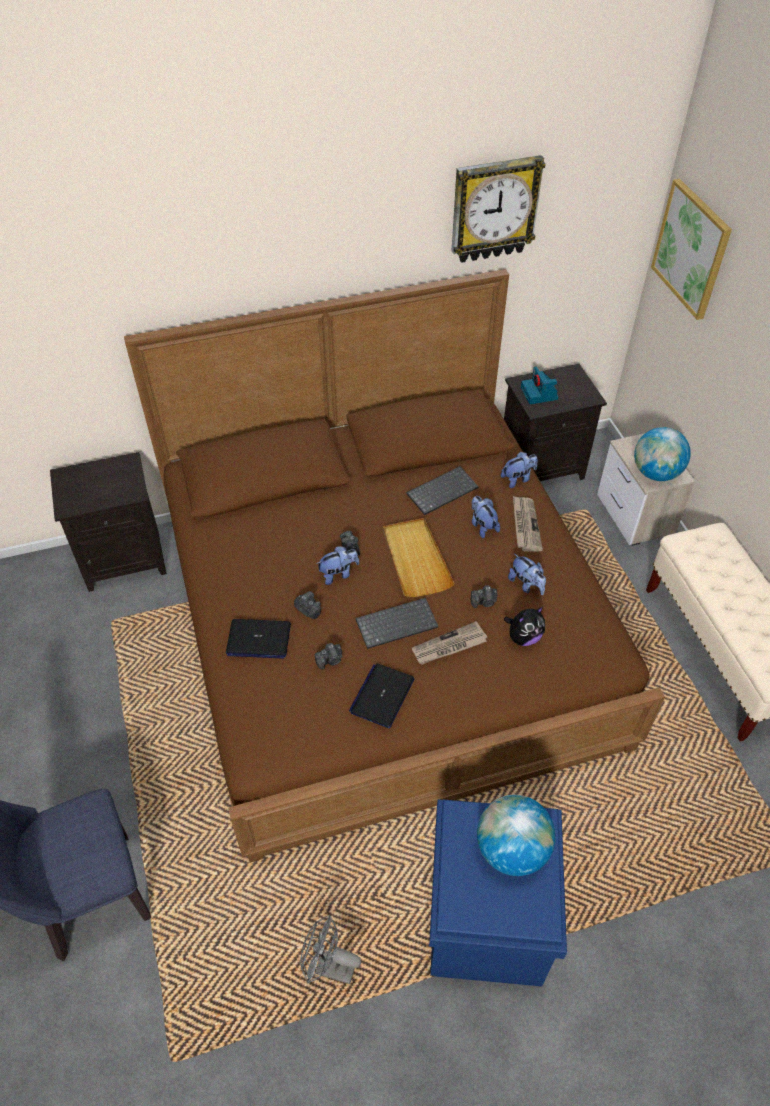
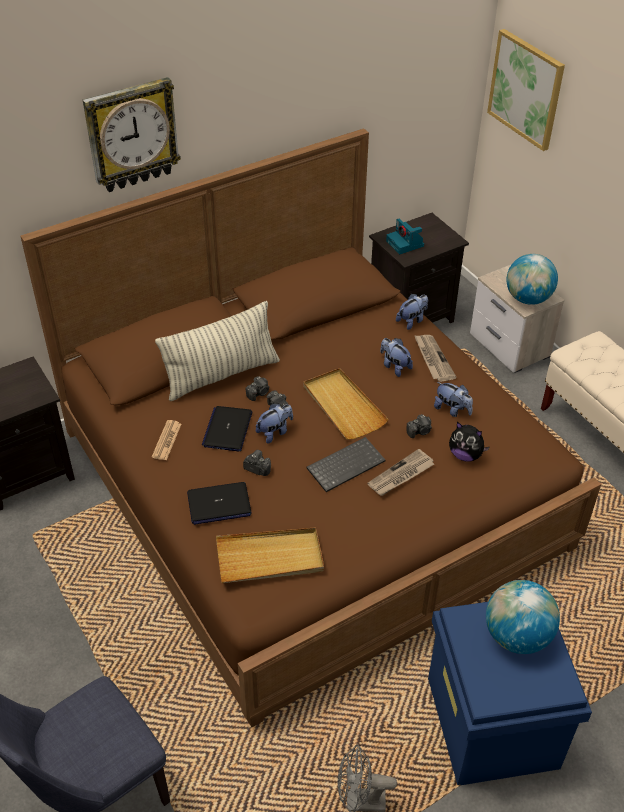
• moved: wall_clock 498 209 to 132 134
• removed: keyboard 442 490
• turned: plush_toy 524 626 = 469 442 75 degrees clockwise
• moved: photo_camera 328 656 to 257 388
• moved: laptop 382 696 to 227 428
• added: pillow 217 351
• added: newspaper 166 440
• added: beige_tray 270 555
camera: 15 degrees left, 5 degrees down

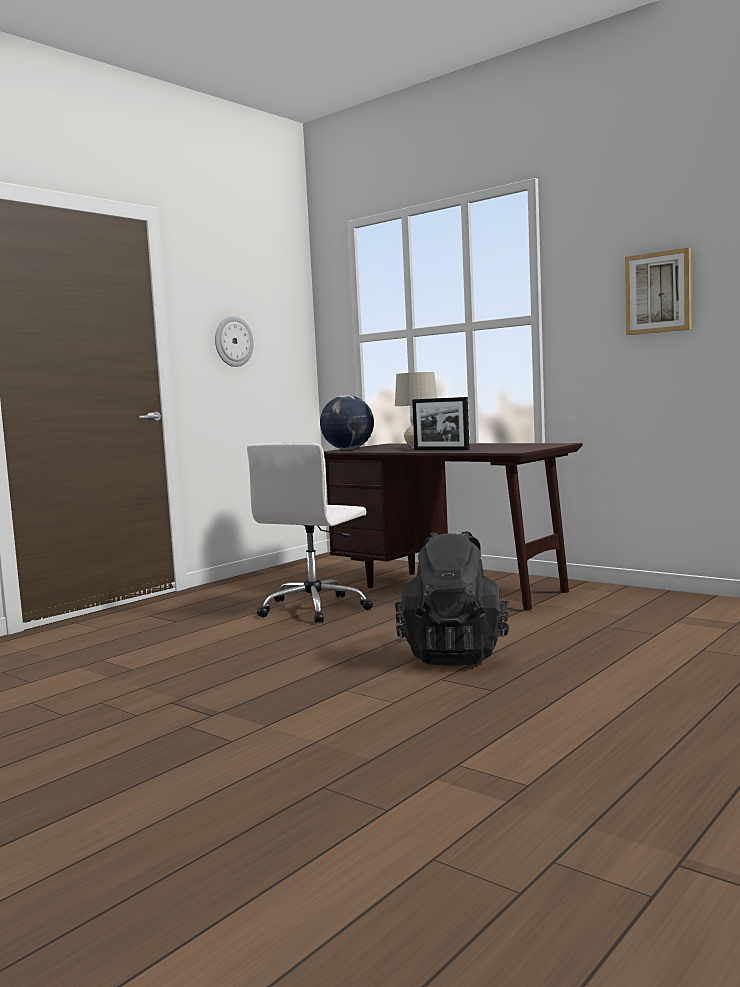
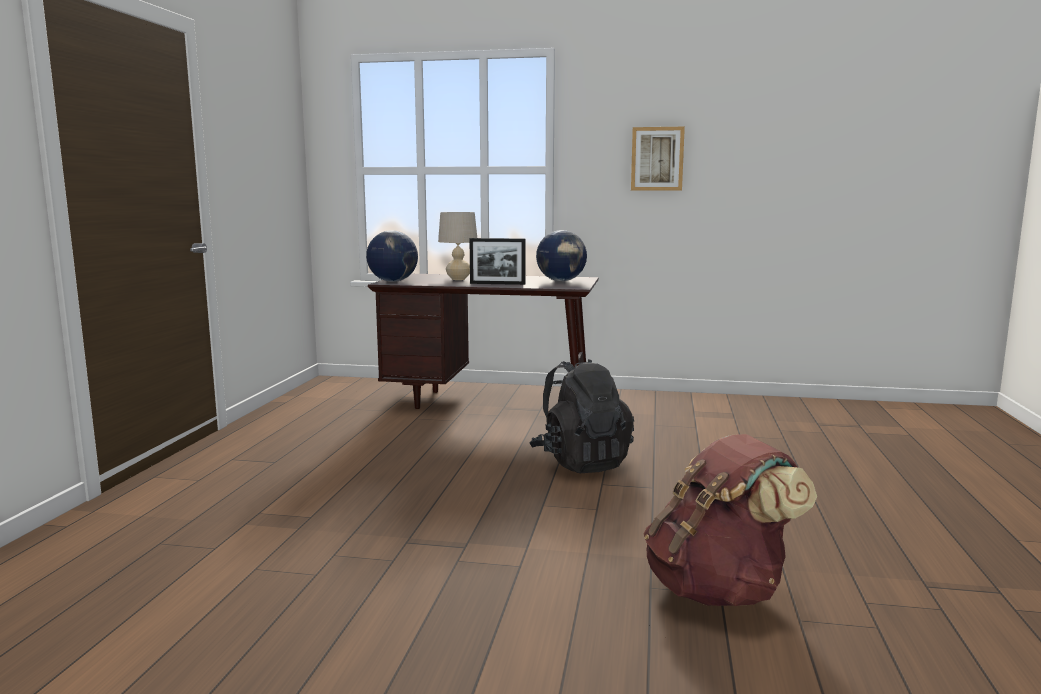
• removed: wall_clock 234 341
• removed: white_office_chair 310 533
• added: globe 561 255
• added: brown_backpack 730 520
camera: 30 degrees left, 5 degrees up

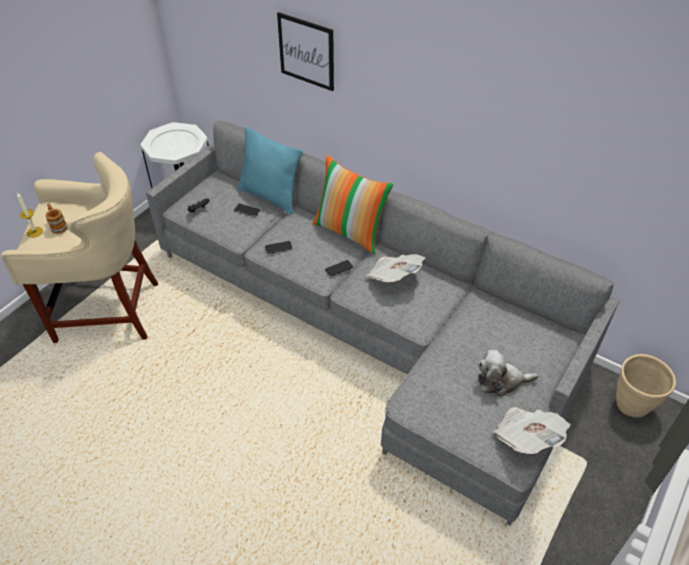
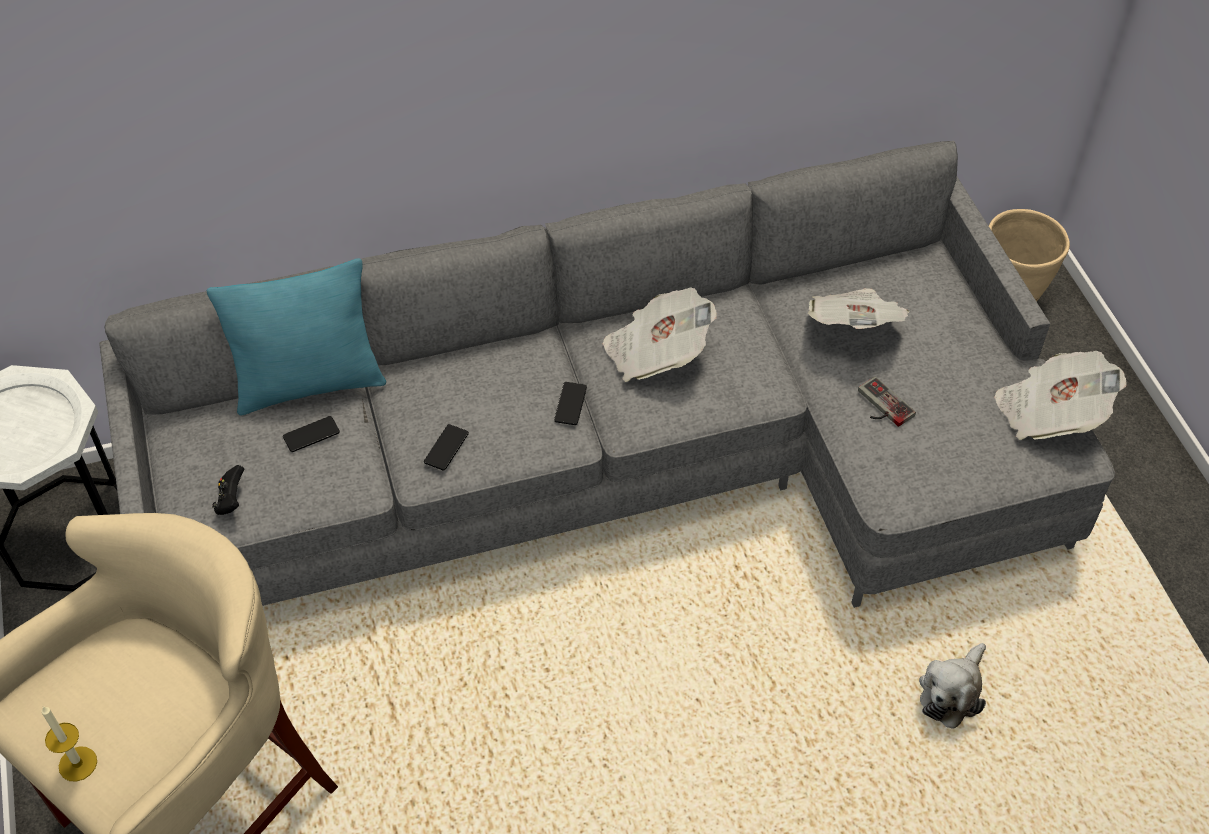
• removed: picture 305 51
• removed: pillow 353 204
• removed: mug 56 219
• moved: plush_toy 508 373 to 952 686
• added: newspaper 859 308
• added: game_controller 887 401
camera: 50 degrees left, 5 degrees up

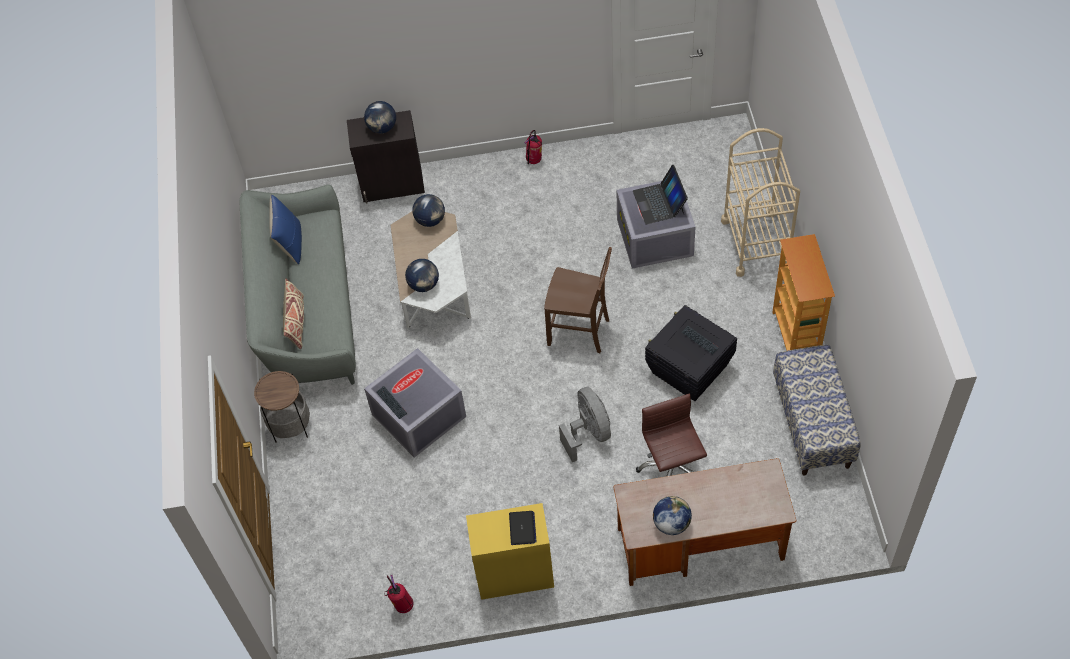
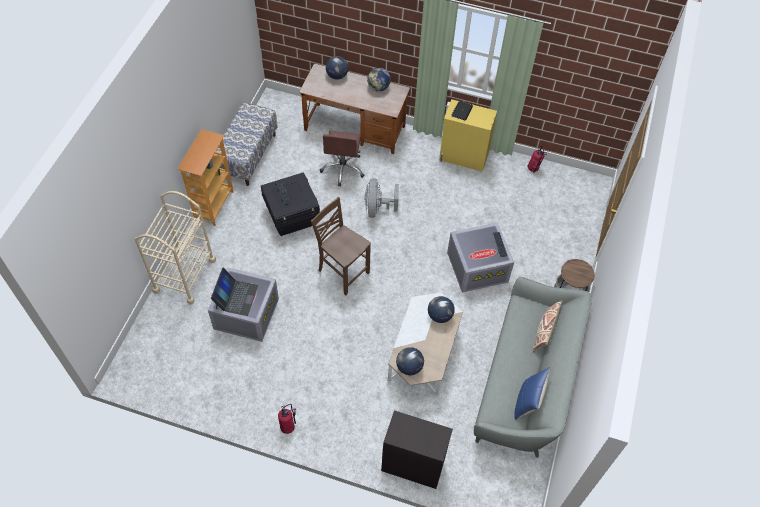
• moved: globe 380 117 to 337 68
camera: 160 degrees left, 0 degrees up

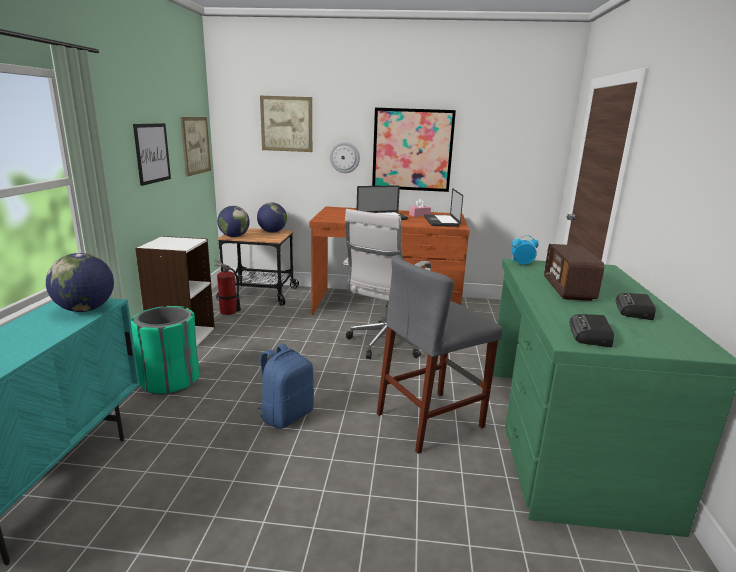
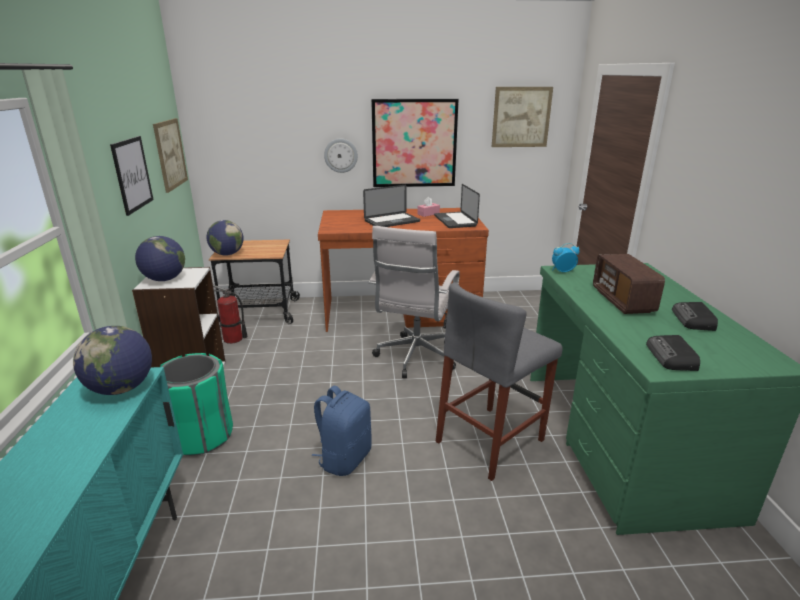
• moved: picture 286 124 to 522 117
• moved: globe 272 218 to 160 258
camera: 10 degrees left, 5 degrees up

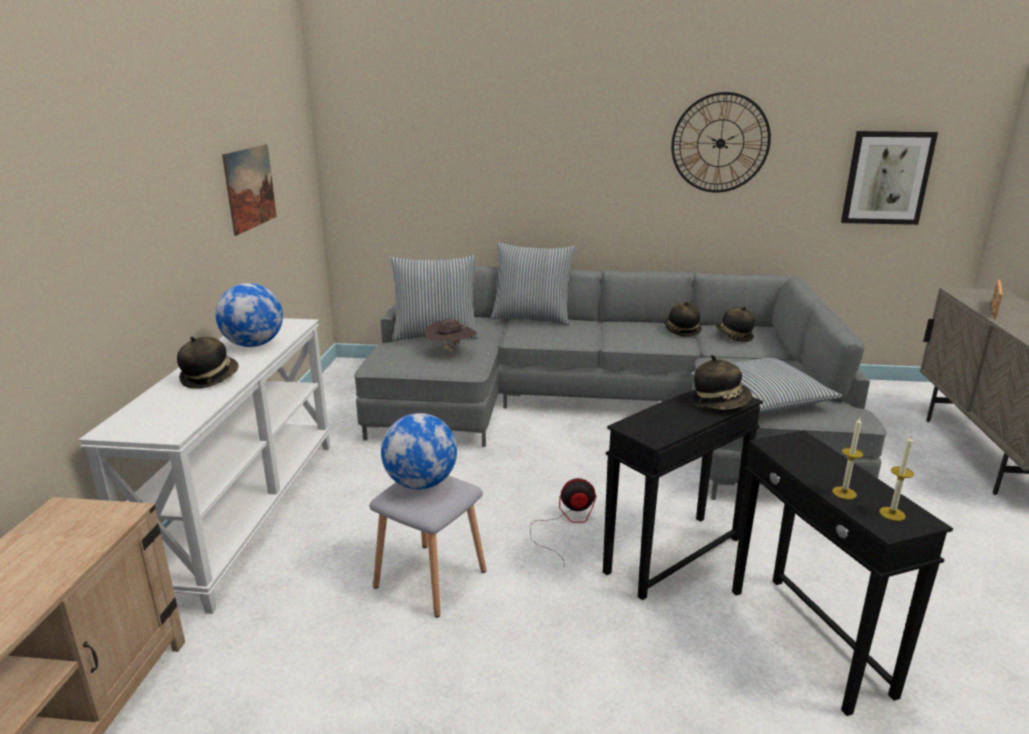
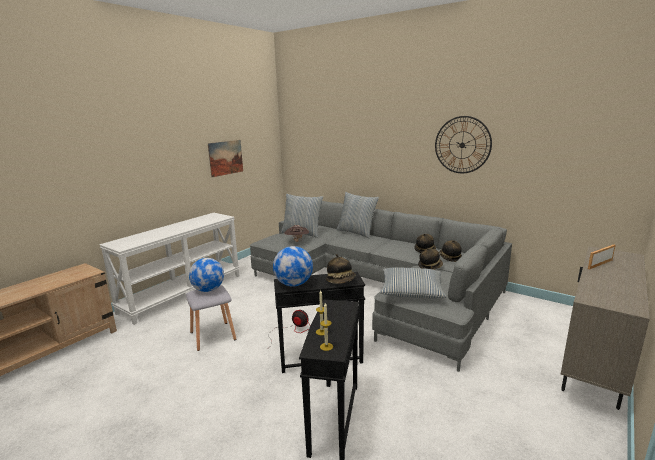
• removed: picture 889 178
• moved: globe 249 315 to 293 266
• moved: hat 207 362 to 430 259
camera: 30 degrees right, 5 degrees down

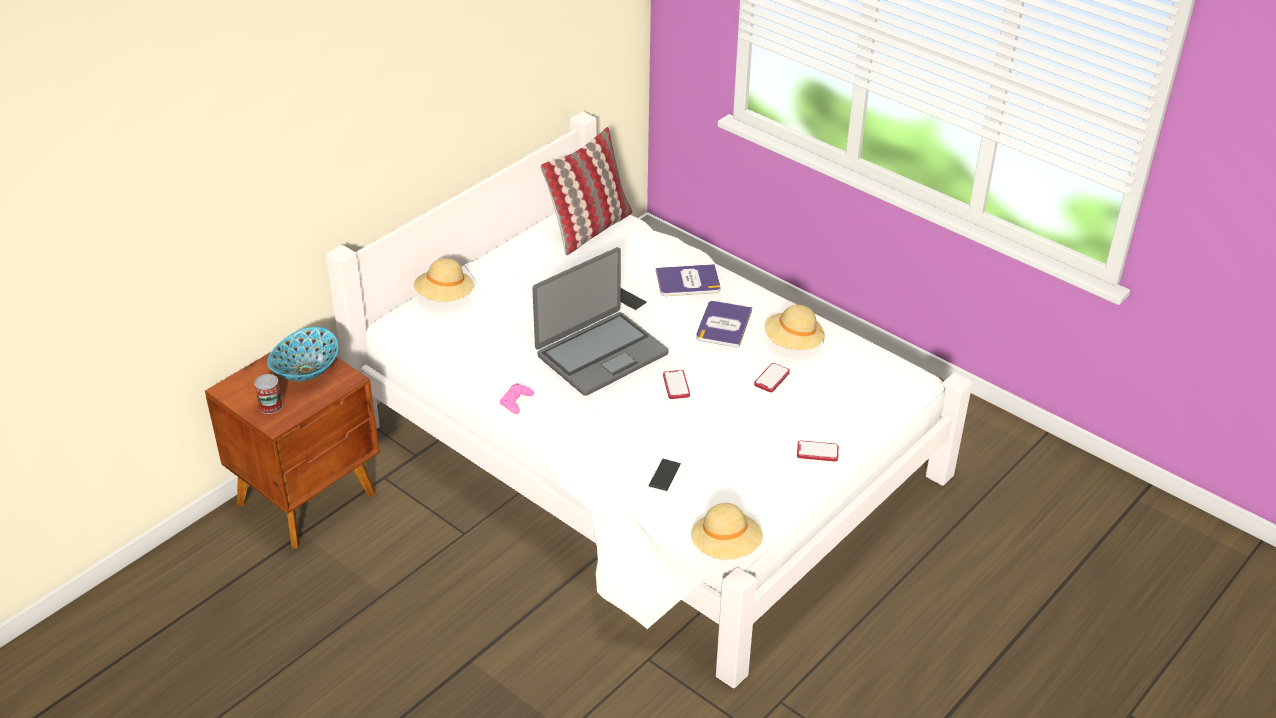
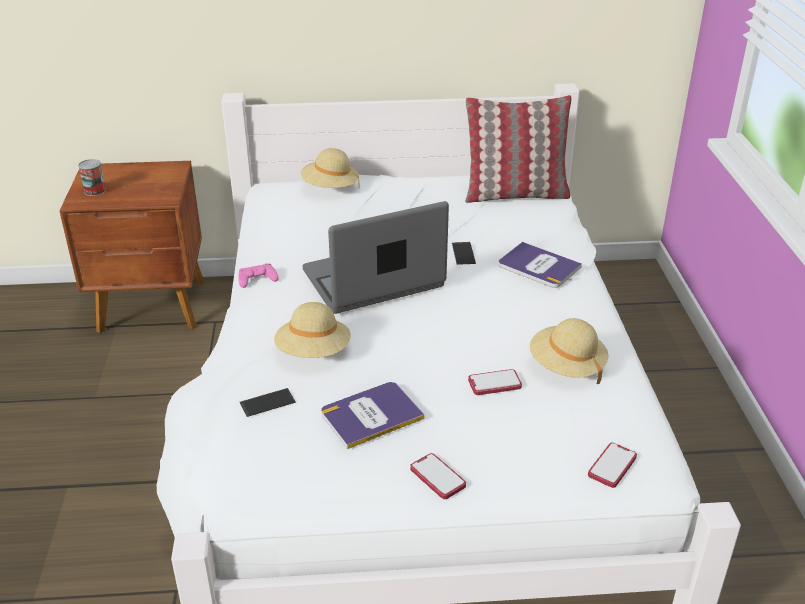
• turned: laptop 600 321 = 376 257 150 degrees clockwise
• moved: book 724 324 to 373 415
• removed: bowl 302 354
• moved: phone 676 384 to 612 465
• moved: beige_hat 727 531 to 312 330
camera: 45 degrees right, 5 degrees down

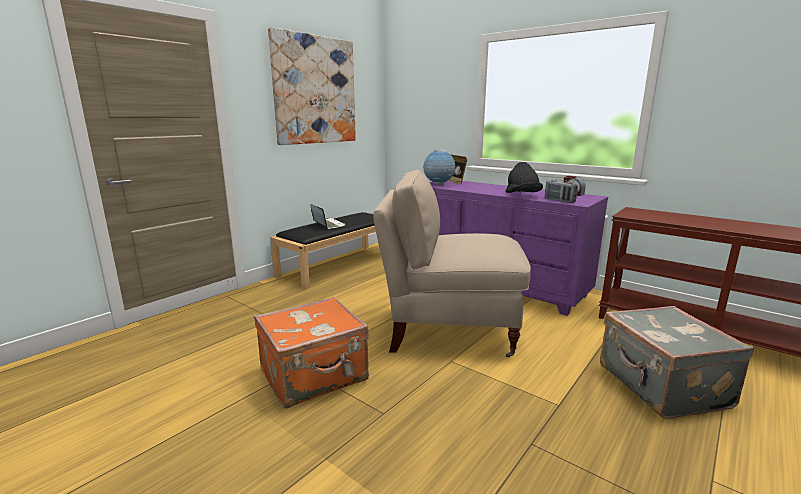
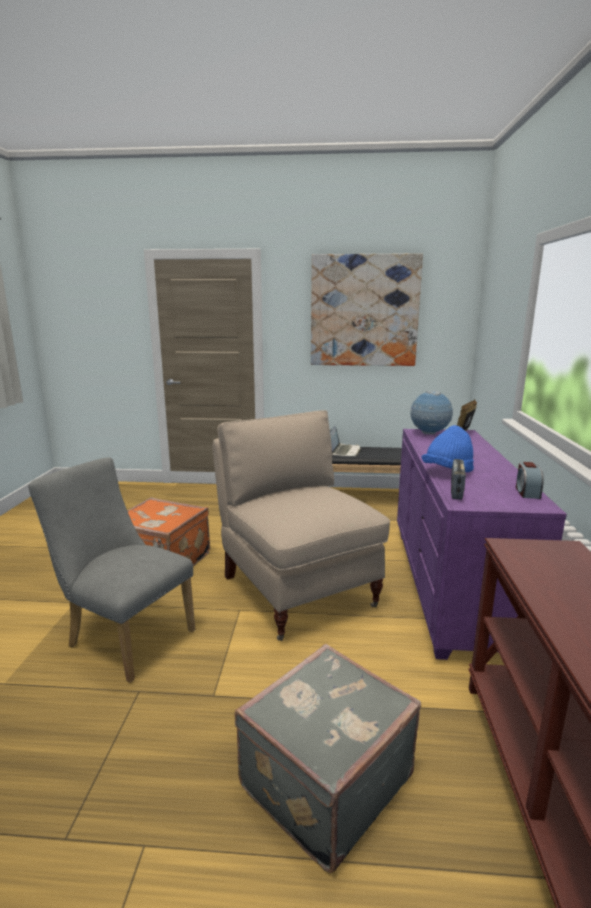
• recoloured: black_hat 524 177 to blue_hat 448 448
• added: grey_chair 111 570
camera: 55 degrees right, 0 degrees up

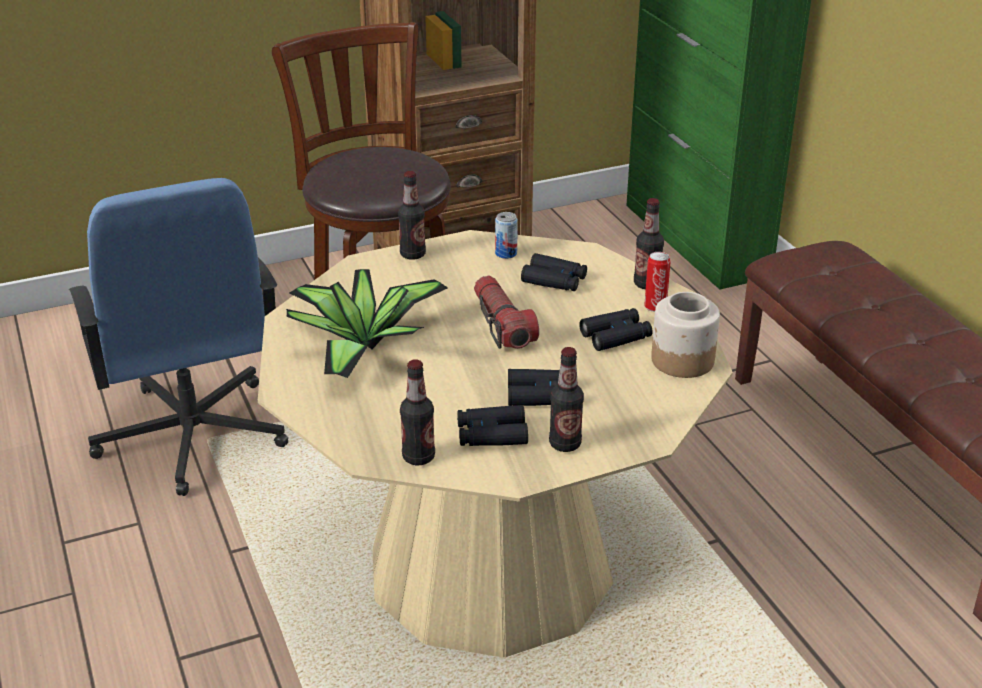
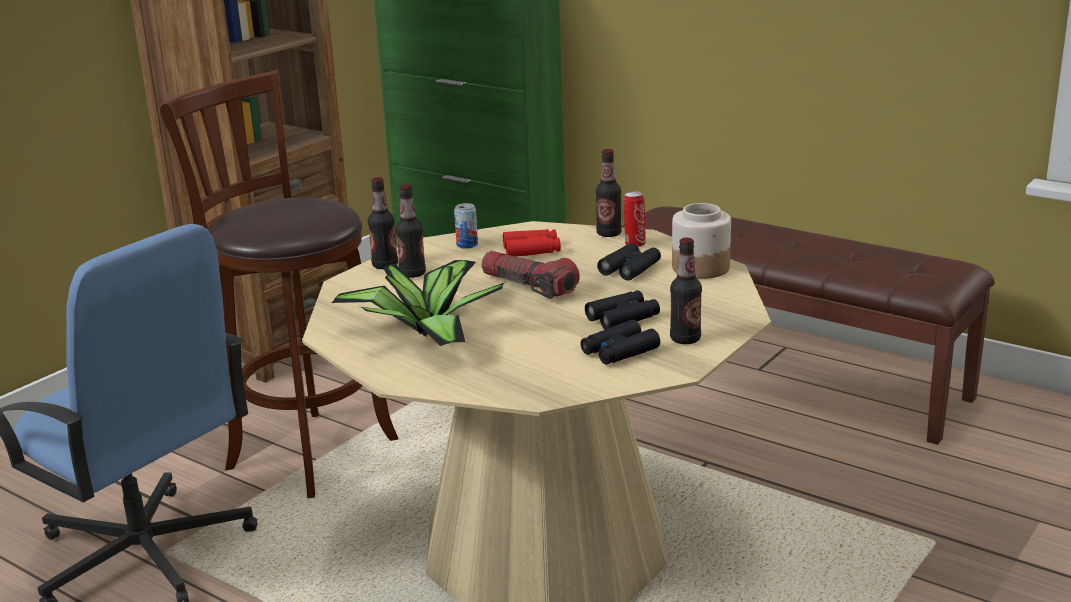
• recoloured: black_binoculars 554 272 to red_binoculars 532 243
• moved: bottle 417 412 to 410 231
camera: 30 degrees left, 10 degrees down

